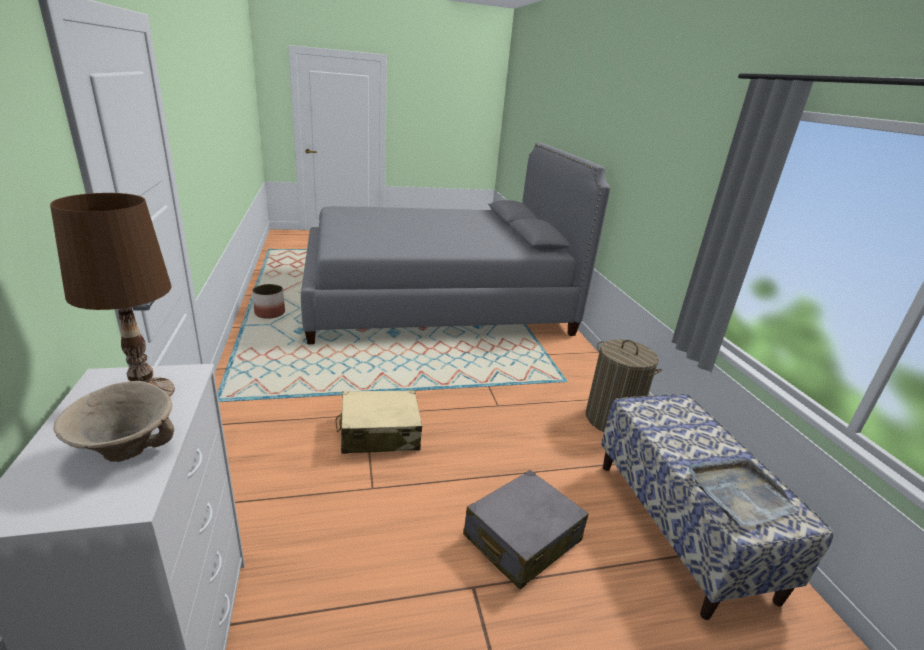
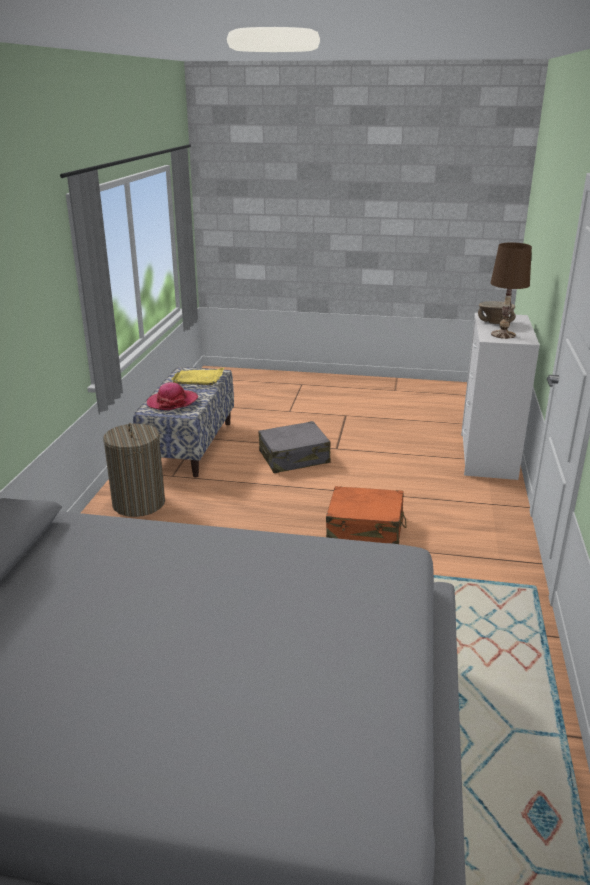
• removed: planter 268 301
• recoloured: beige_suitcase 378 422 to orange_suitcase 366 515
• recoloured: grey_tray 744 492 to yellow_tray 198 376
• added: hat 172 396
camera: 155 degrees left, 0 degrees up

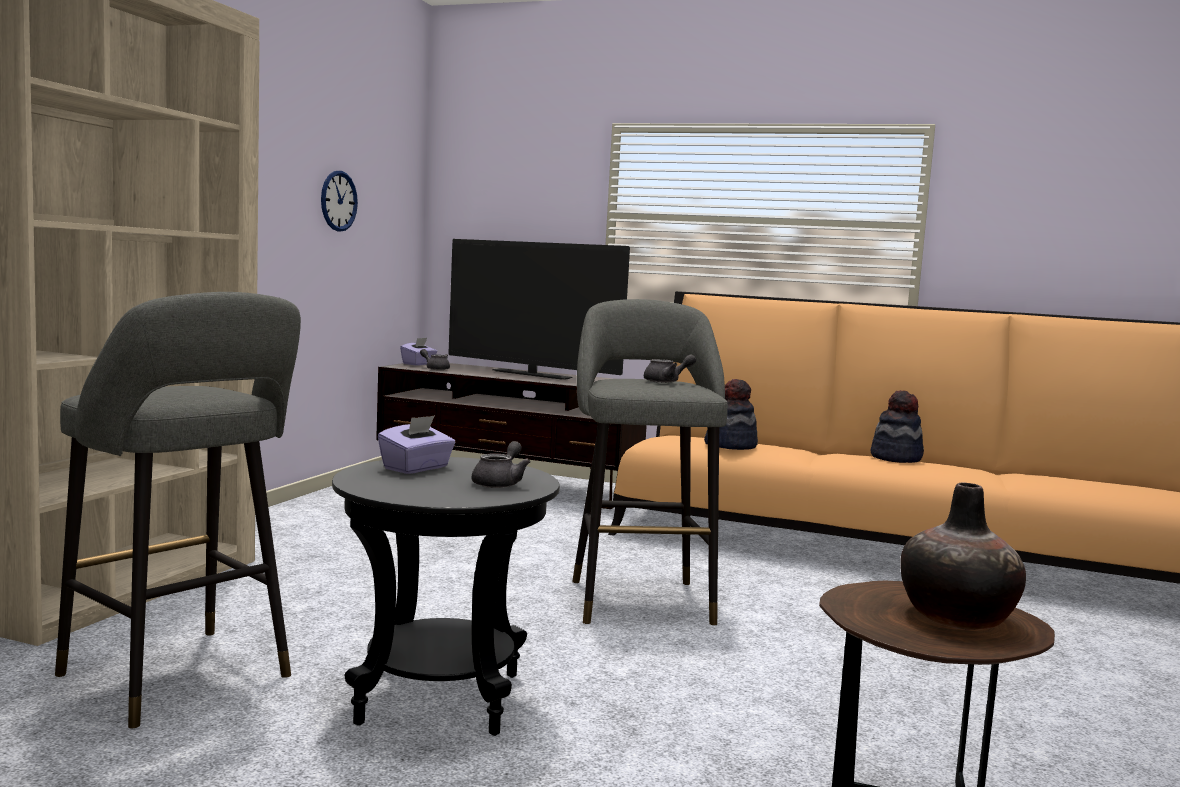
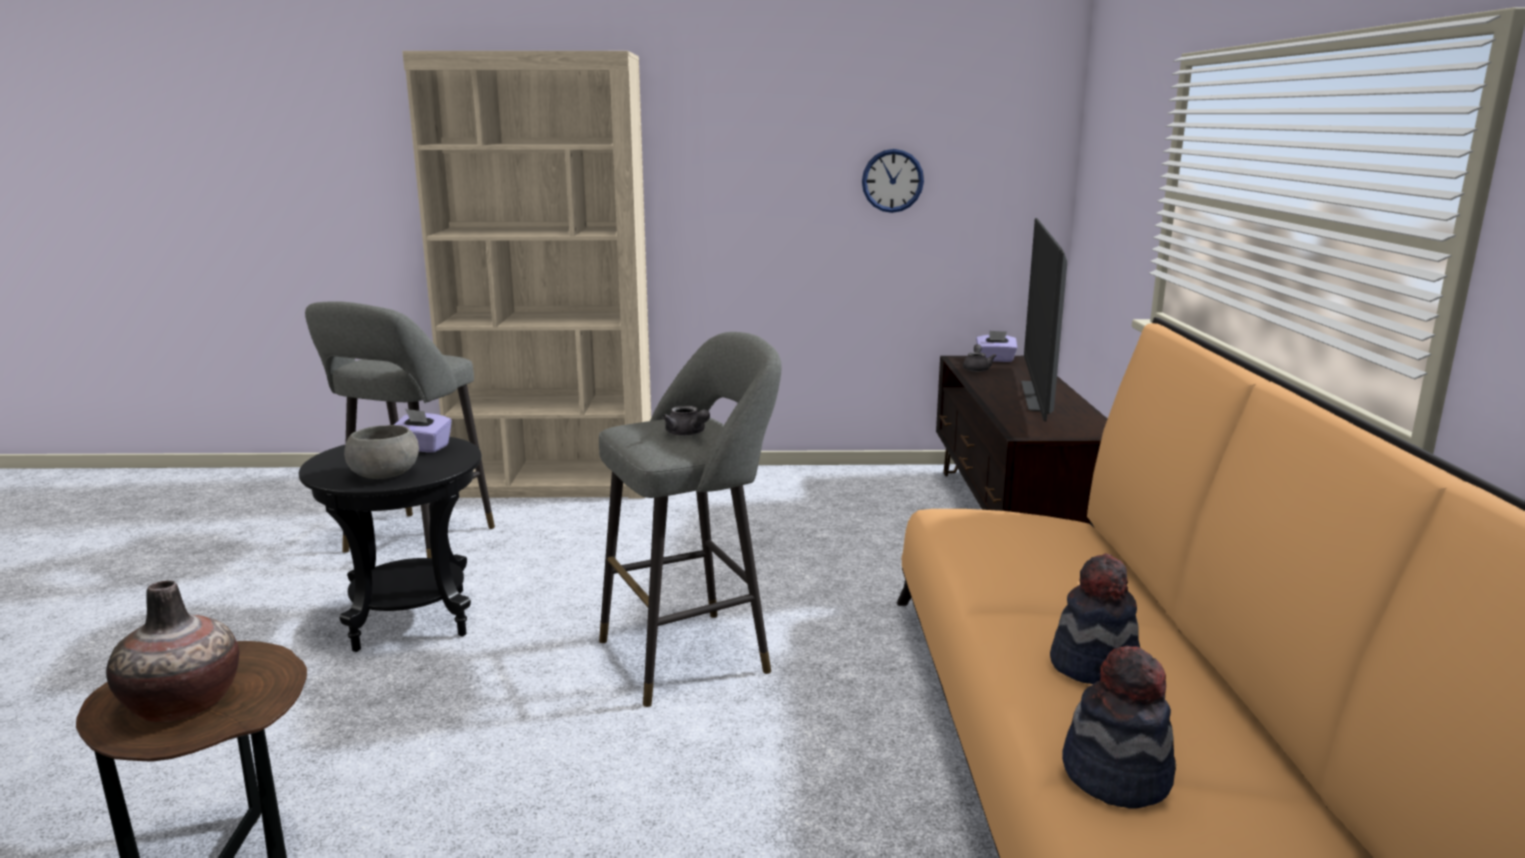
• moved: hat 731 414 to 1119 727
• replaced: grey_teapot 501 464 to grey_bowl 381 452
camera: 70 degrees right, 10 degrees up

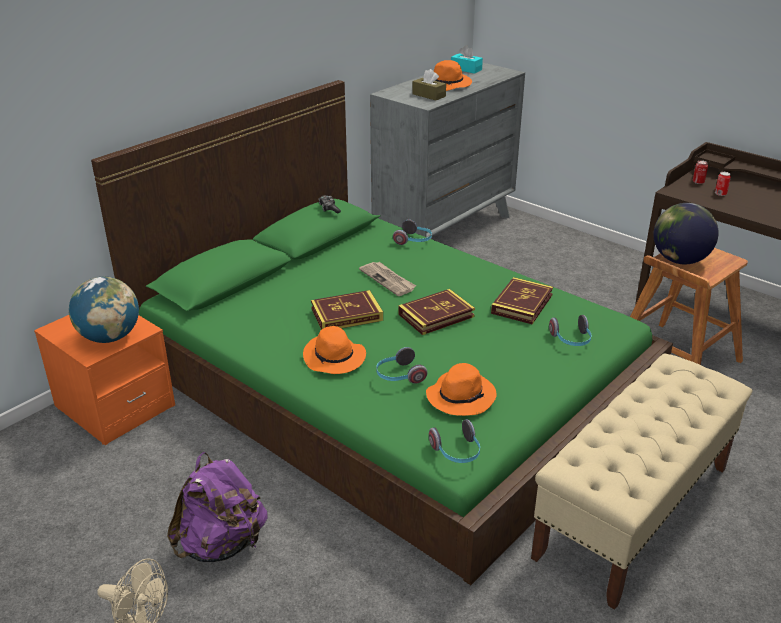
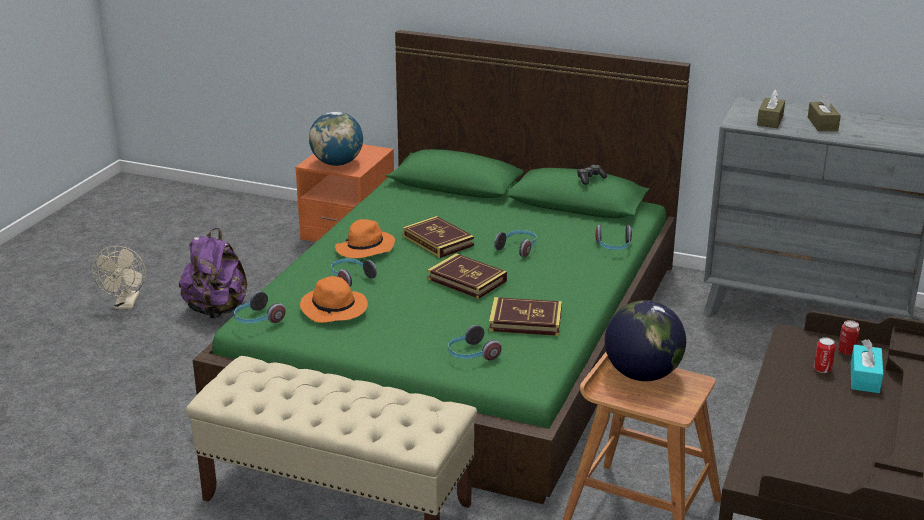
• moved: turquoise_tissue_box 467 59 to 867 366
• replaced: orange_hat 453 75 to brown_tissue_box 824 112
• replaced: newspaper 387 279 to headphones 515 243
camera: 70 degrees right, 5 degrees down

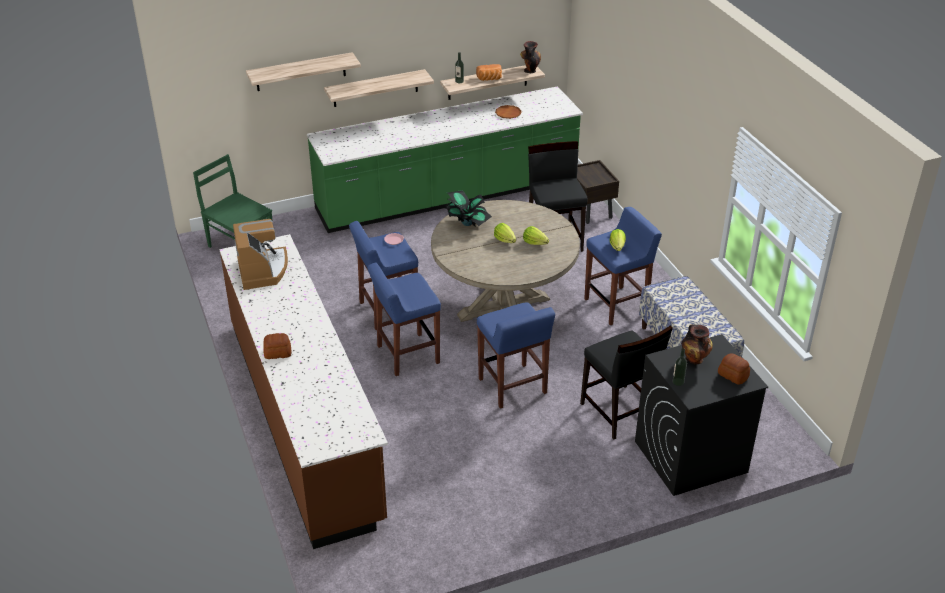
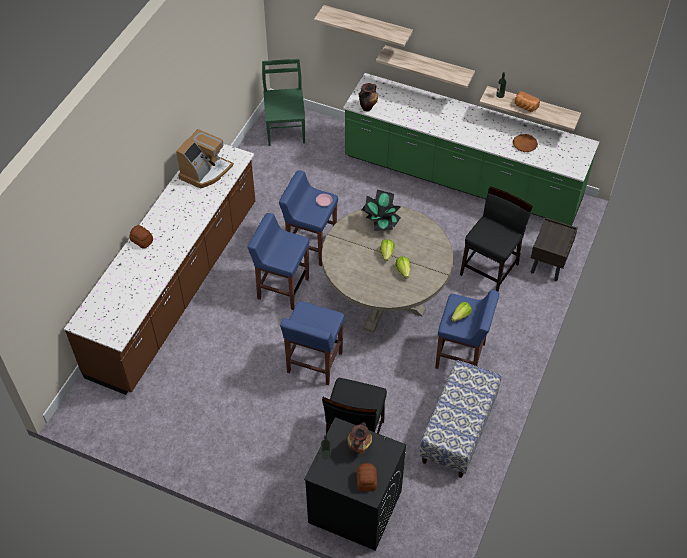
• moved: vase 530 57 to 368 97
camera: 45 degrees right, 15 degrees up

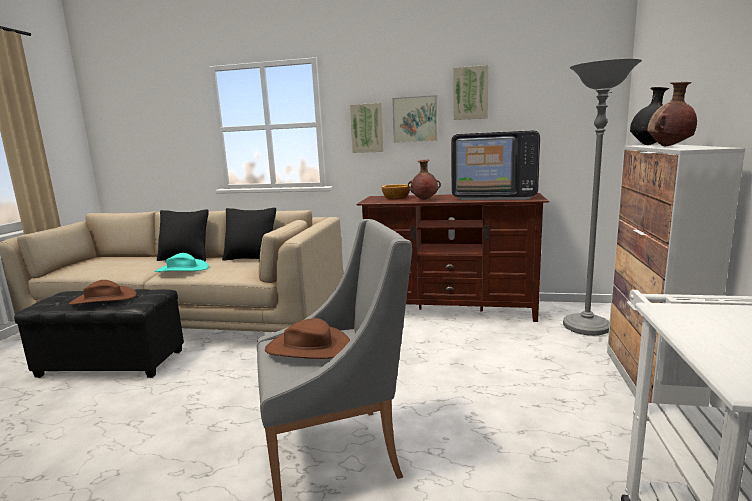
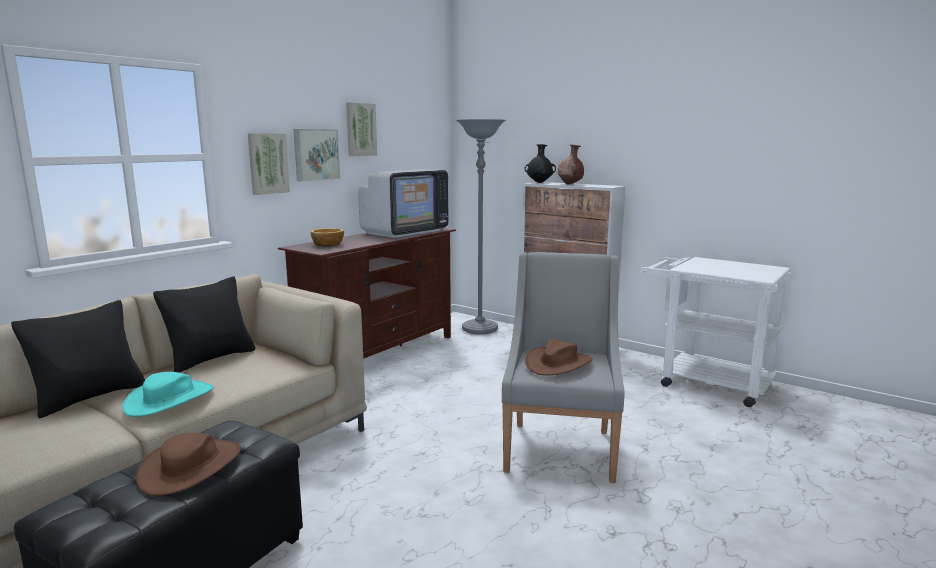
• removed: brown_vase 424 179
camera: 65 degrees left, 0 degrees up

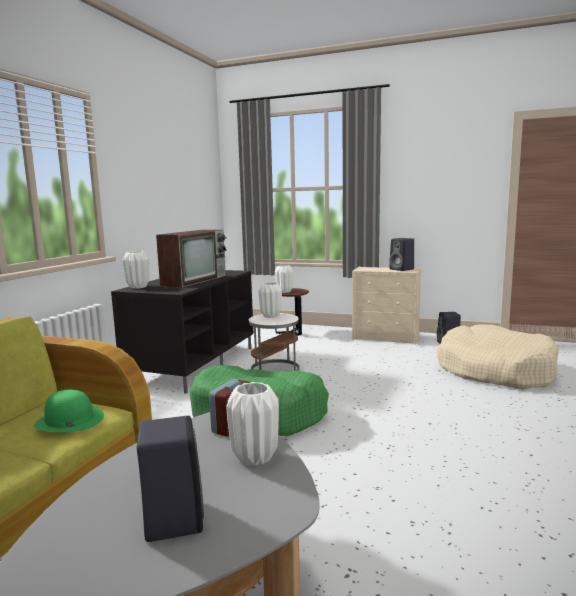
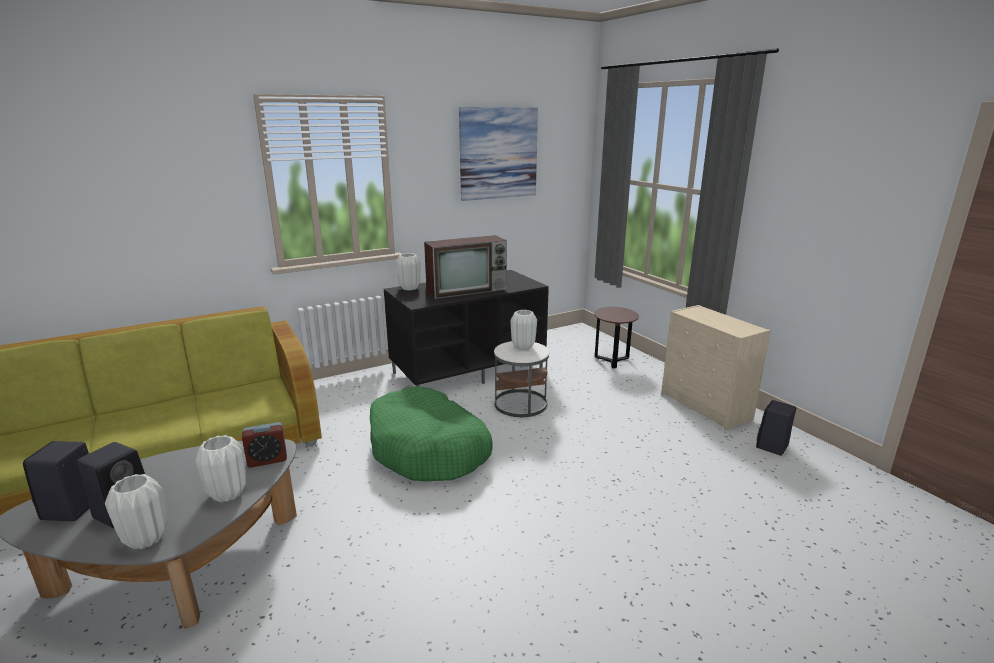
• moved: black_speaker 401 254 to 56 481
• moved: white_vase 284 279 to 136 511
• removed: beige_dog_bed 498 357
• removed: green_hat 69 411
• added: picture 498 154
camera: 40 degrees right, 10 degrees up

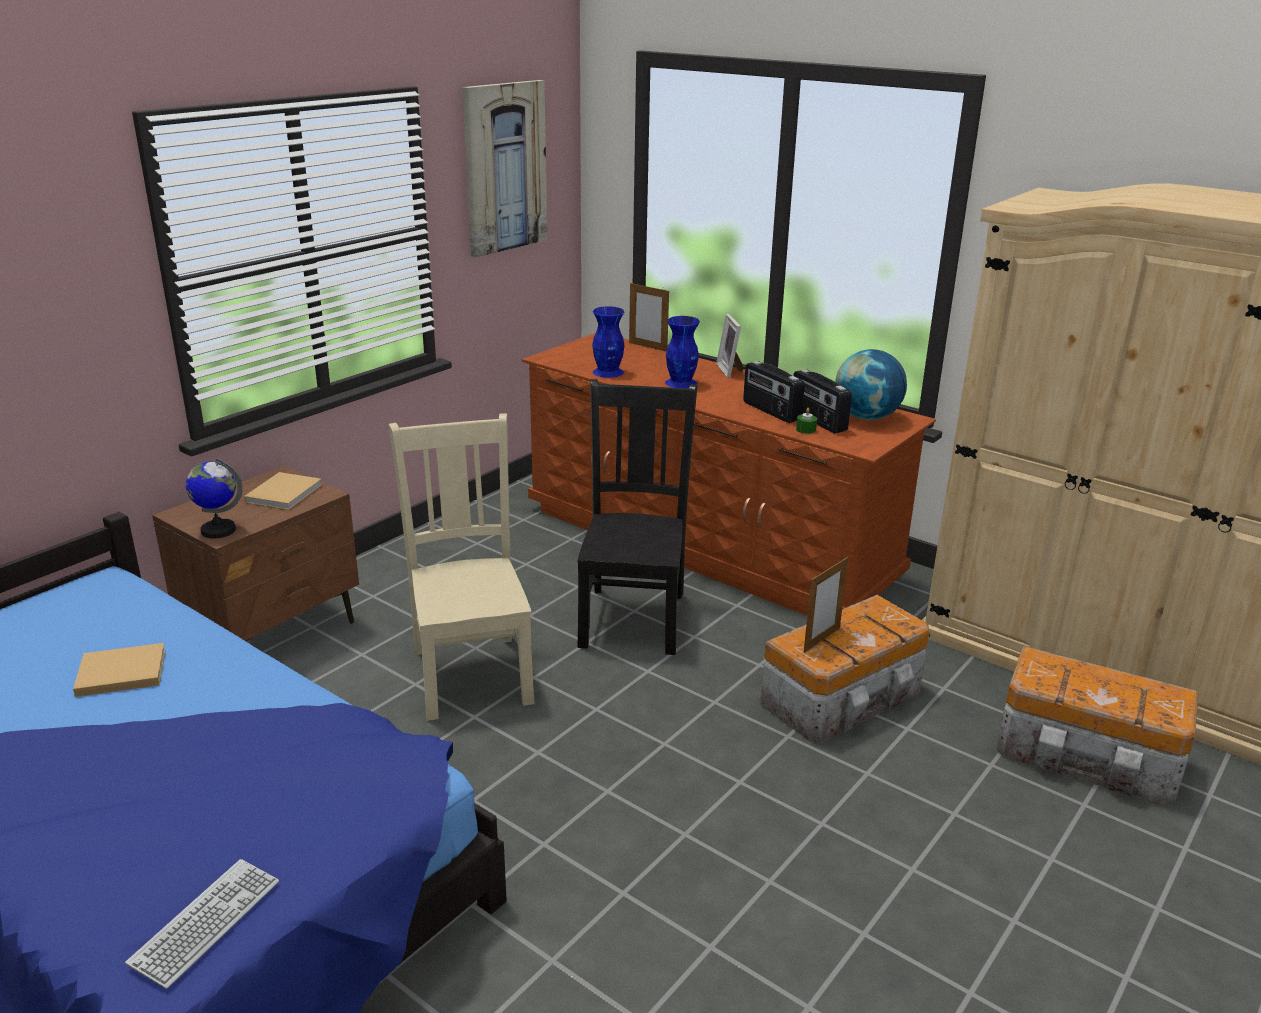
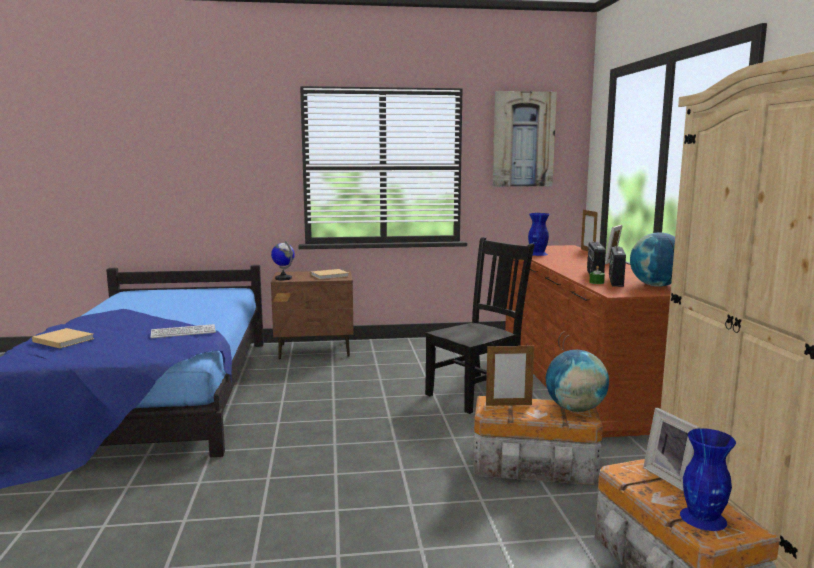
• moved: blue_vase 682 352 to 708 479
• removed: beige_chair 462 567
• moved: beige_book 119 670 to 63 338
• moved: keyboard 202 924 to 183 331
• added: globe 577 381
• added: picture_frame 671 449
camera: 45 degrees right, 15 degrees down

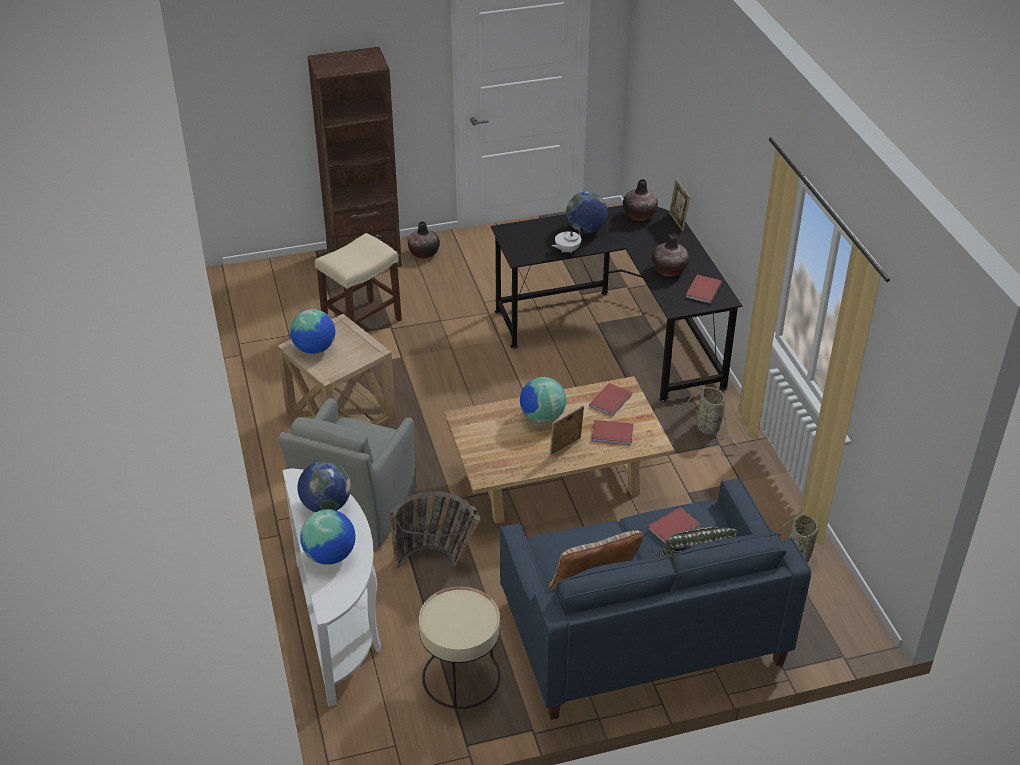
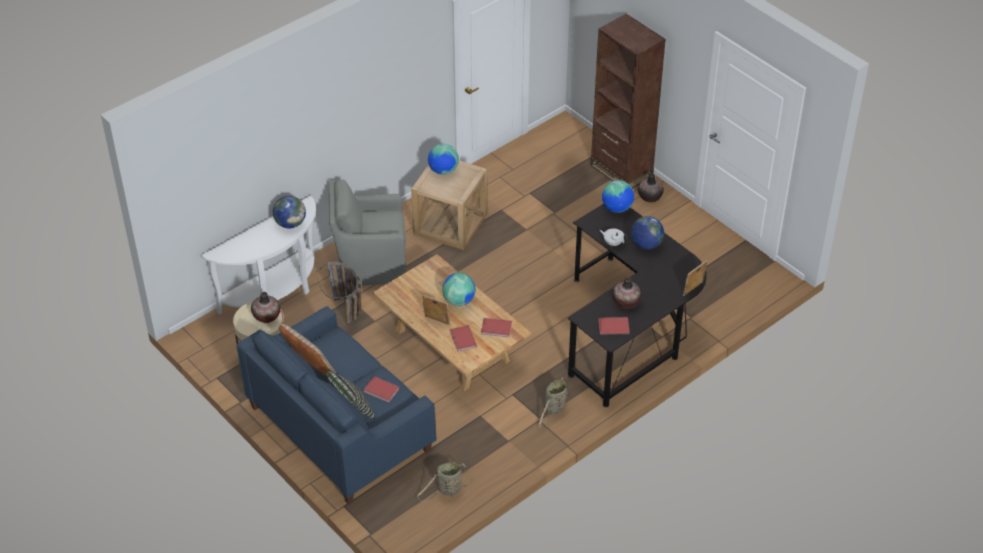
• moved: vase 640 200 to 265 307
• removed: beige_stool 358 278
• moved: globe 327 537 to 618 196
camera: 65 degrees right, 5 degrees up

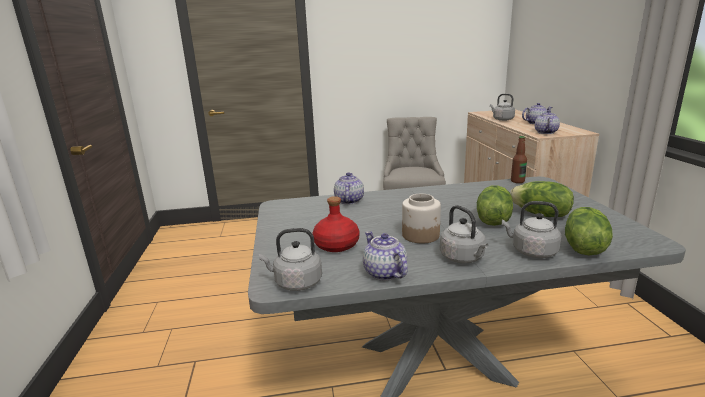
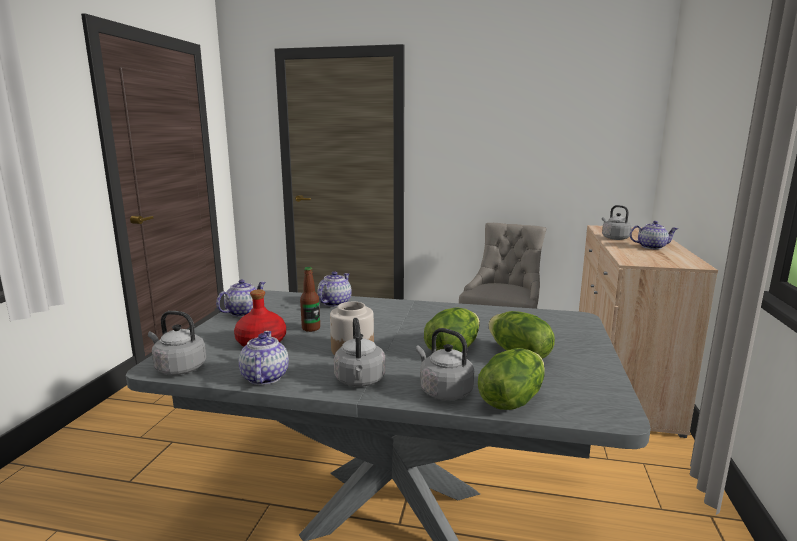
• moved: teapot 547 122 to 241 298
• moved: bottle 519 159 to 310 299
camera: 20 degrees right, 5 degrees down

